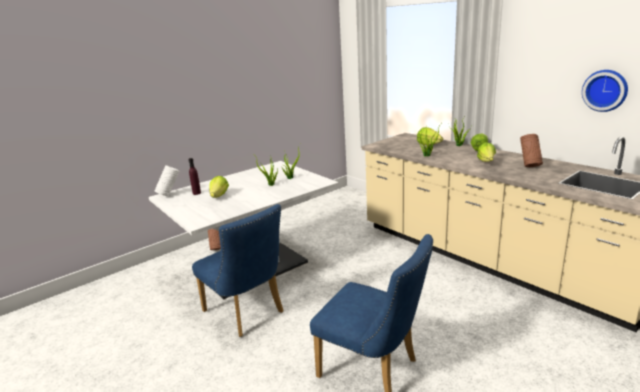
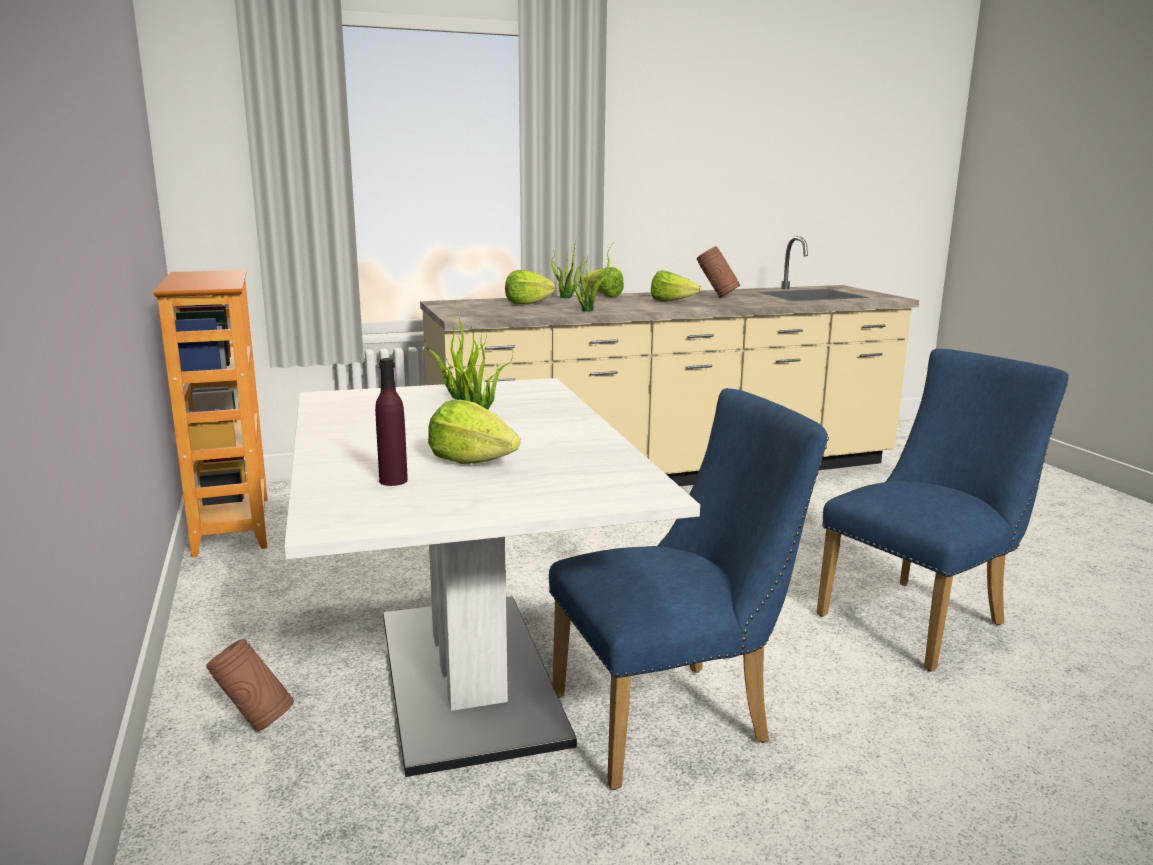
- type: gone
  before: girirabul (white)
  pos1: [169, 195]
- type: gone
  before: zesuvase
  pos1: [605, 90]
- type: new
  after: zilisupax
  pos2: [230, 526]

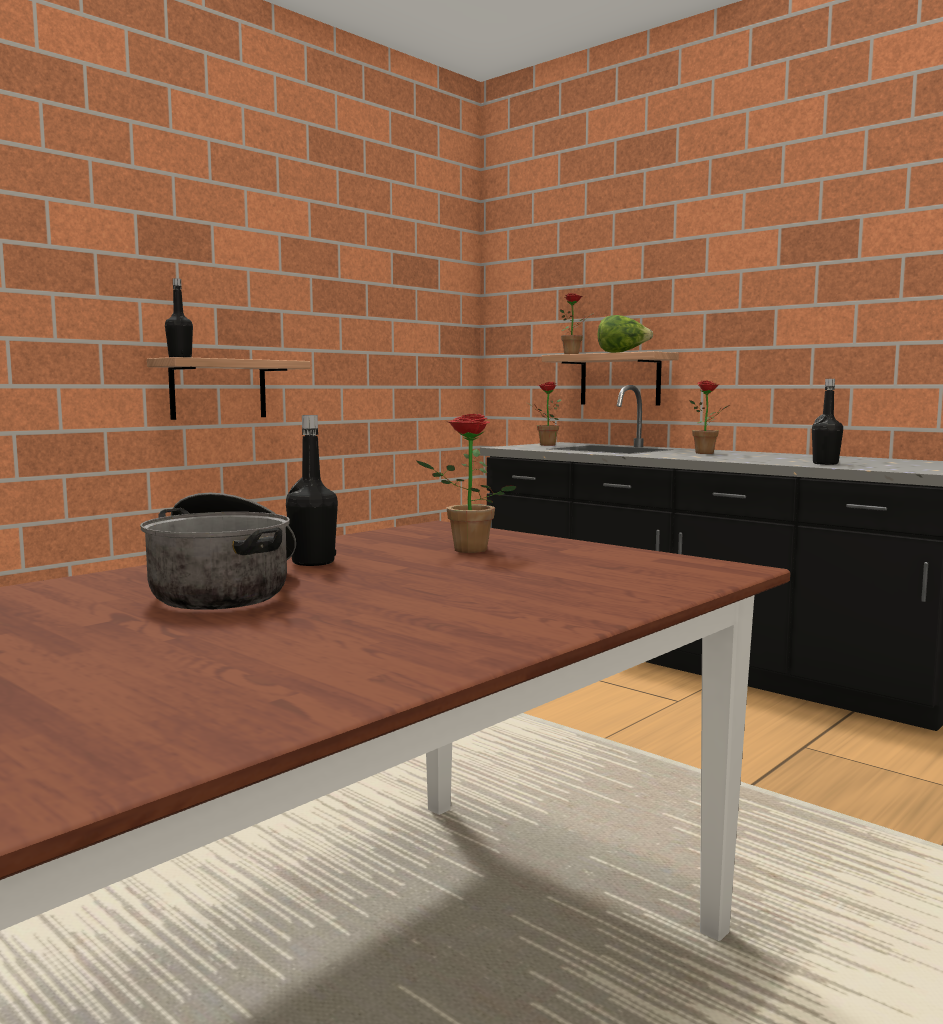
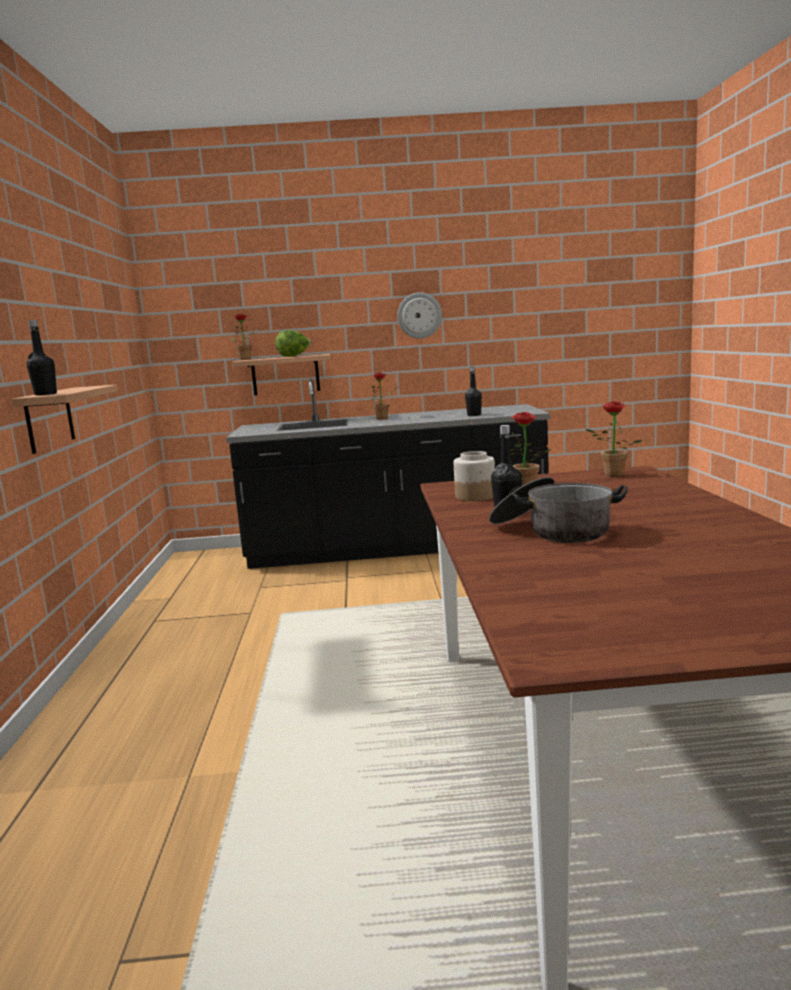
- type: shifted
  before: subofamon
  pos1: [544, 445]
  pos2: [611, 475]
- type: new
  after: zesuvase
  pos2: [419, 315]
- type: new
  after: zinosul
  pos2: [474, 496]

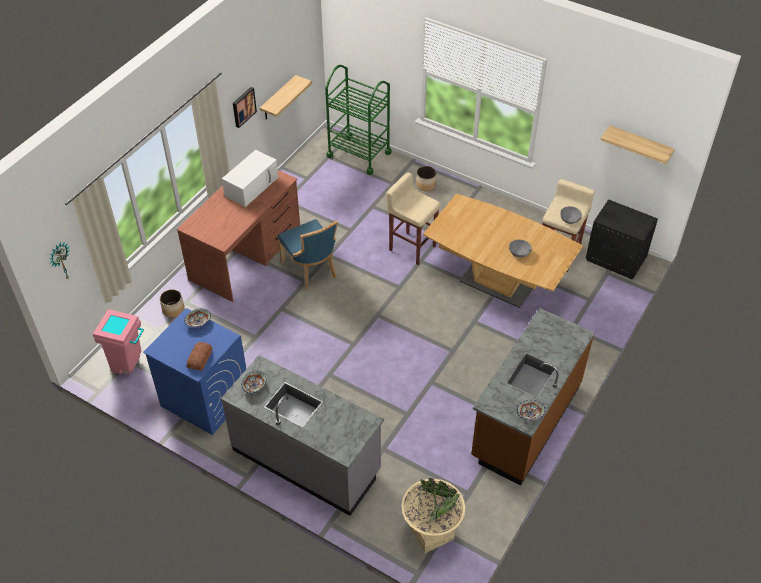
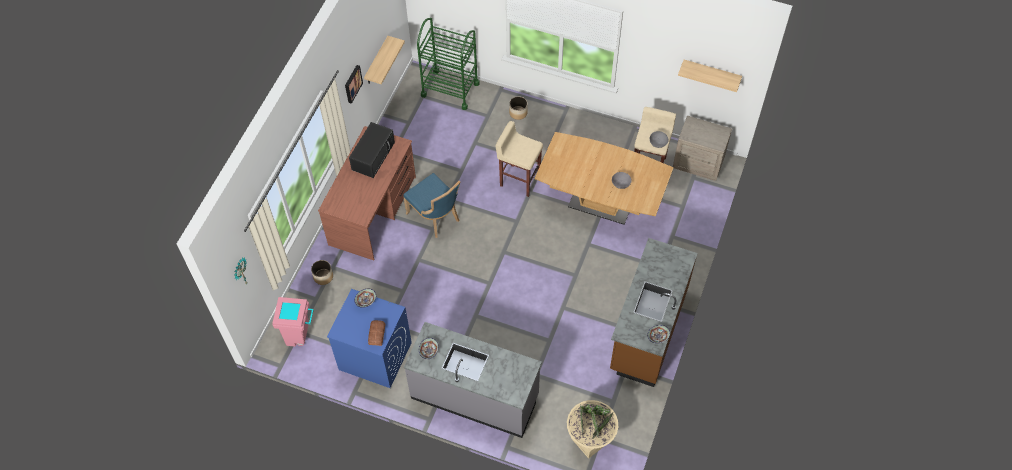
- type: repainted
  before: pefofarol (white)
  after: pefofarol (black)
  pos1: [252, 186]
  pos2: [373, 155]
- type: repainted
  before: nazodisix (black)
  after: nazodisix (beige)
  pos1: [615, 259]
  pos2: [698, 162]

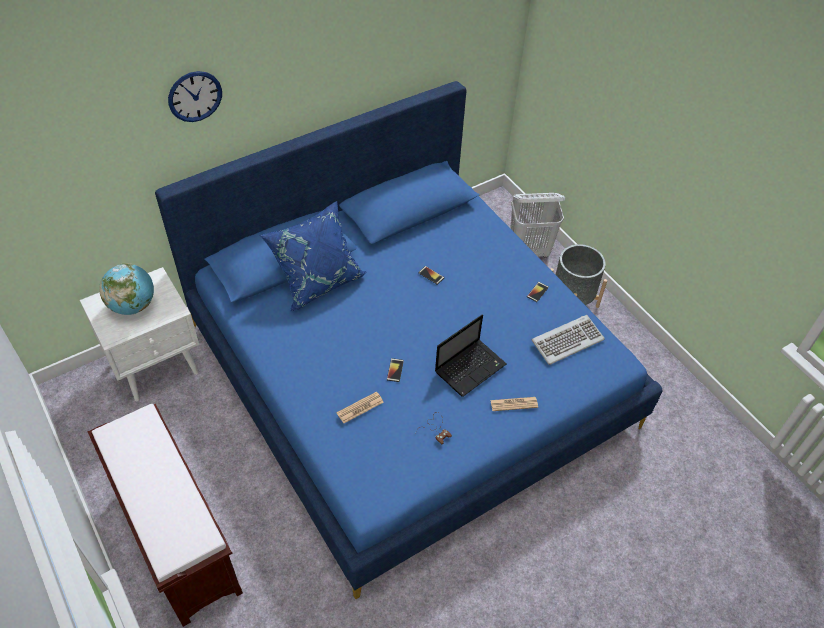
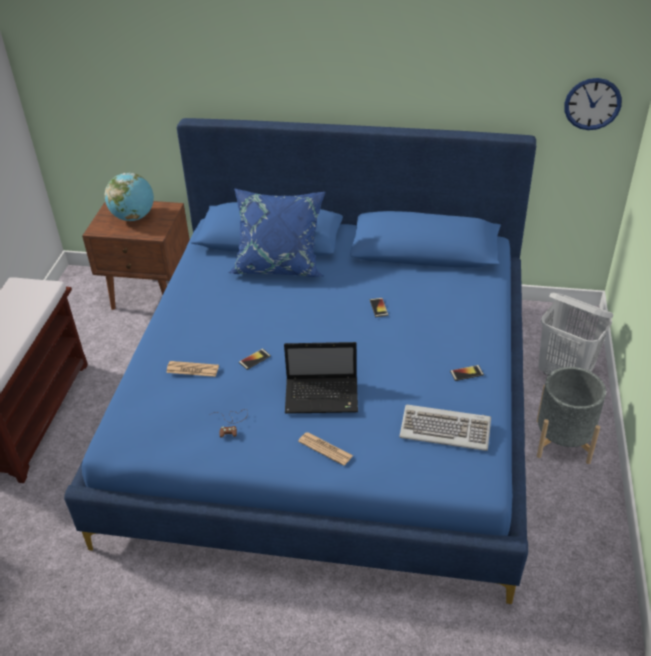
- type: repainted
  before: nazodisix (white)
  after: nazodisix (brown)
  pos1: [157, 365]
  pos2: [151, 294]
- type: shifted
  before: zesuvase
  pos1: [195, 96]
  pos2: [592, 104]

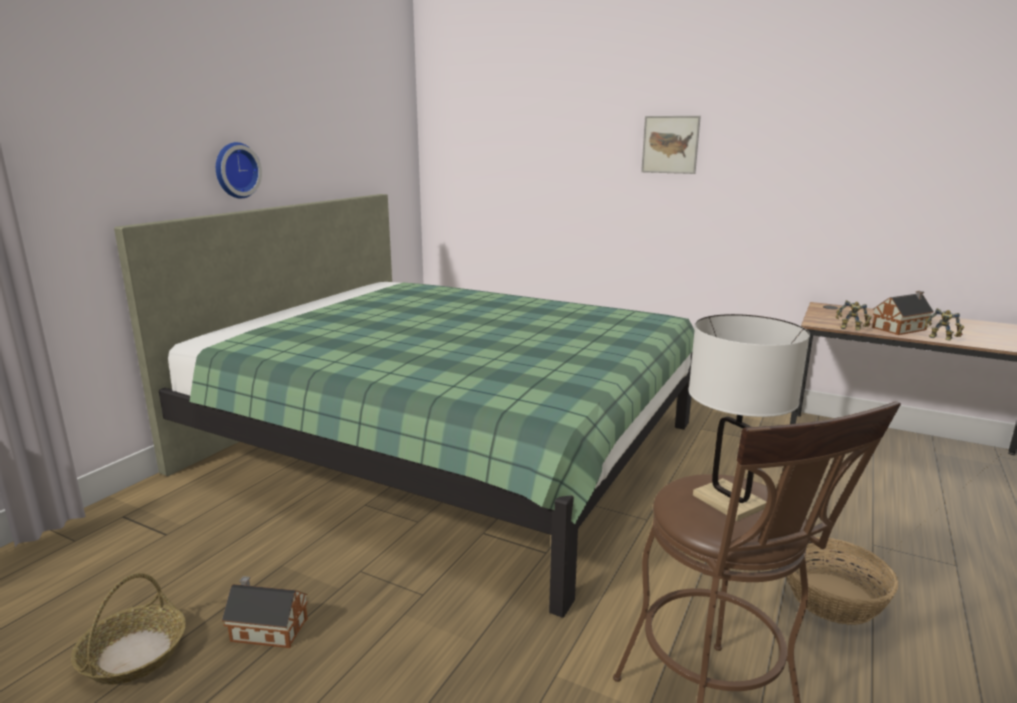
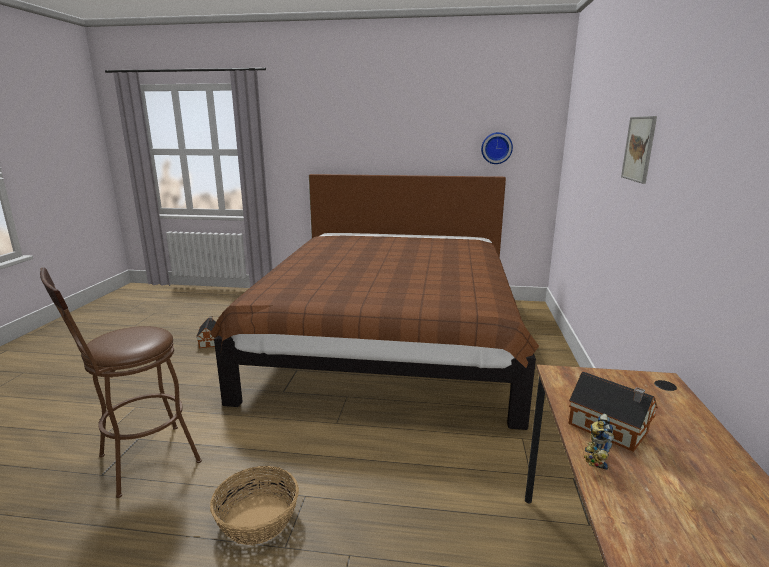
- type: gone
  before: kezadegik
  pos1: [134, 654]
- type: repainted
  before: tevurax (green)
  after: tevurax (brown)
  pos1: [447, 447]
  pos2: [389, 341]
- type: shifted
  before: zesuvase
  pos1: [235, 170]
  pos2: [496, 148]
- type: gone
  before: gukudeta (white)
  pos1: [728, 501]
- type: gone
  before: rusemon
  pos1: [851, 329]

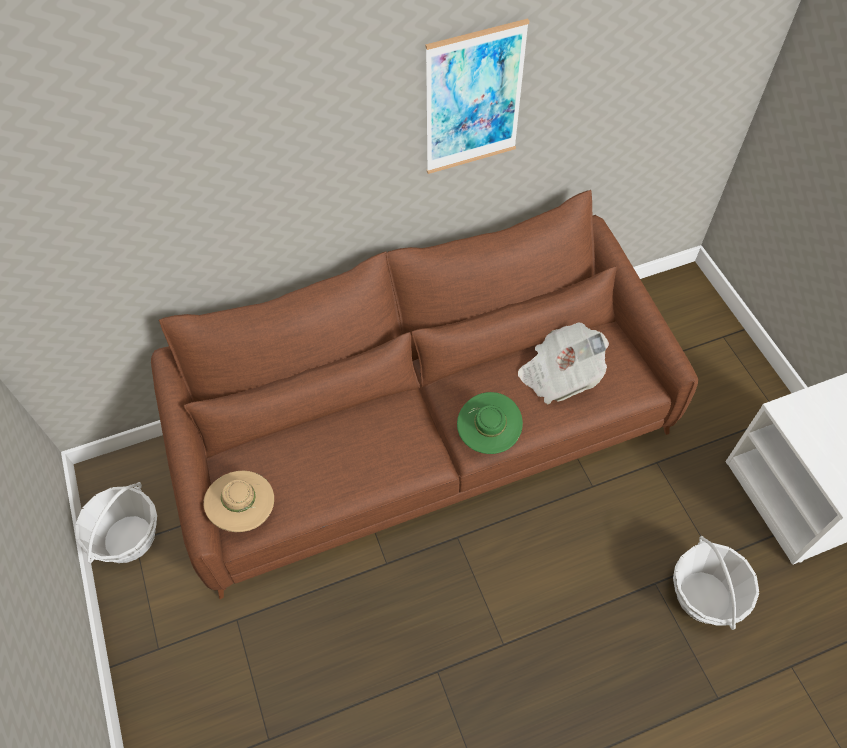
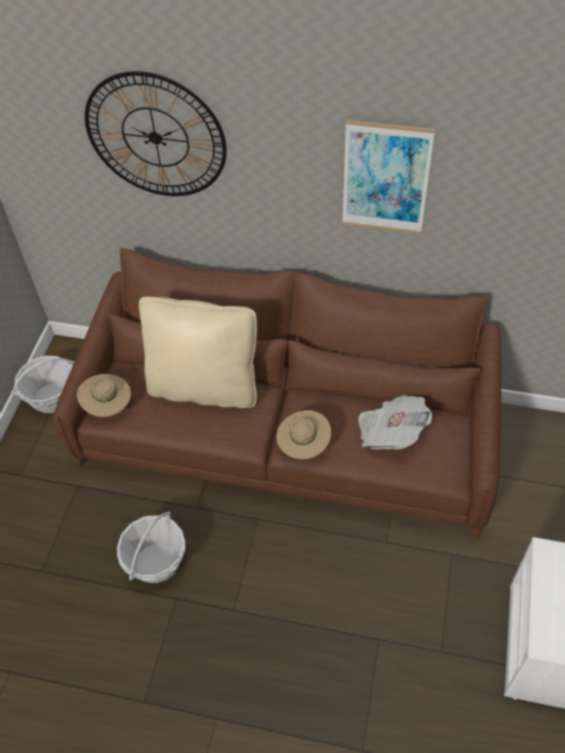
- type: repainted
  before: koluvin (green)
  after: koluvin (beige)
  pos1: [488, 435]
  pos2: [303, 446]
- type: shifted
  before: kezadegik
  pos1: [704, 596]
  pos2: [156, 562]
- type: new
  after: zesuvase
  pos2: [155, 137]
- type: new
  after: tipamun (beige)
  pos2: [205, 387]

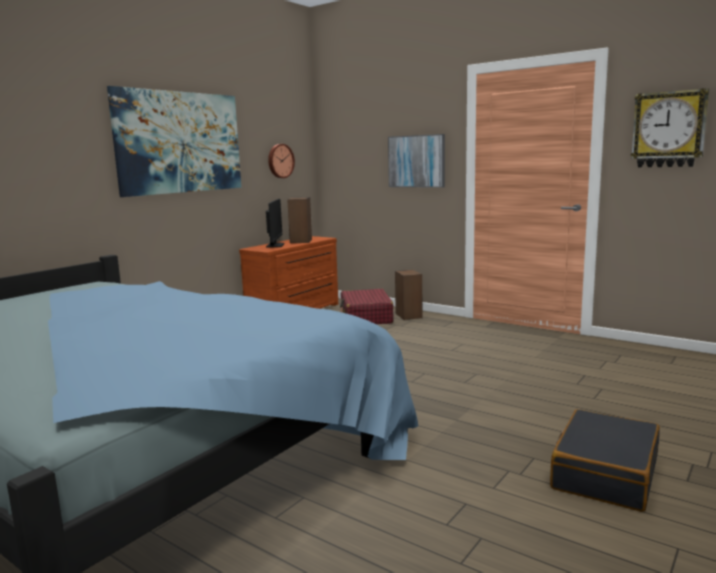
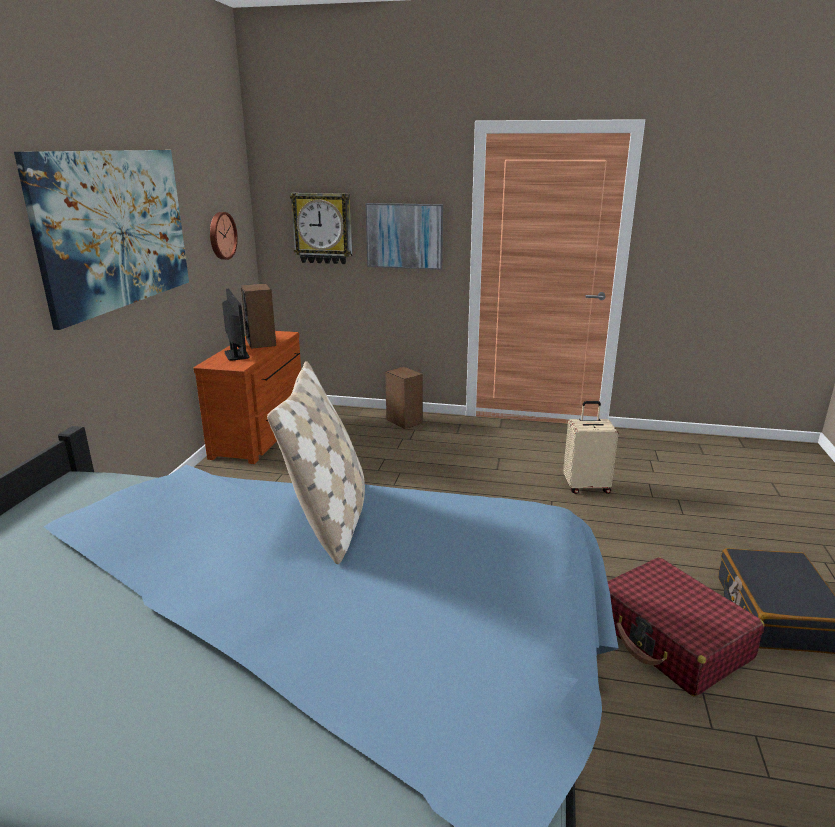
- type: shifted
  before: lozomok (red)
  pos1: [366, 317]
  pos2: [672, 639]
- type: shifted
  before: zesuvase
  pos1: [668, 129]
  pos2: [323, 228]
- type: new
  after: tipamun (beige)
  pos2: [329, 519]
- type: new
  after: lozomok (beige)
  pos2: [586, 486]

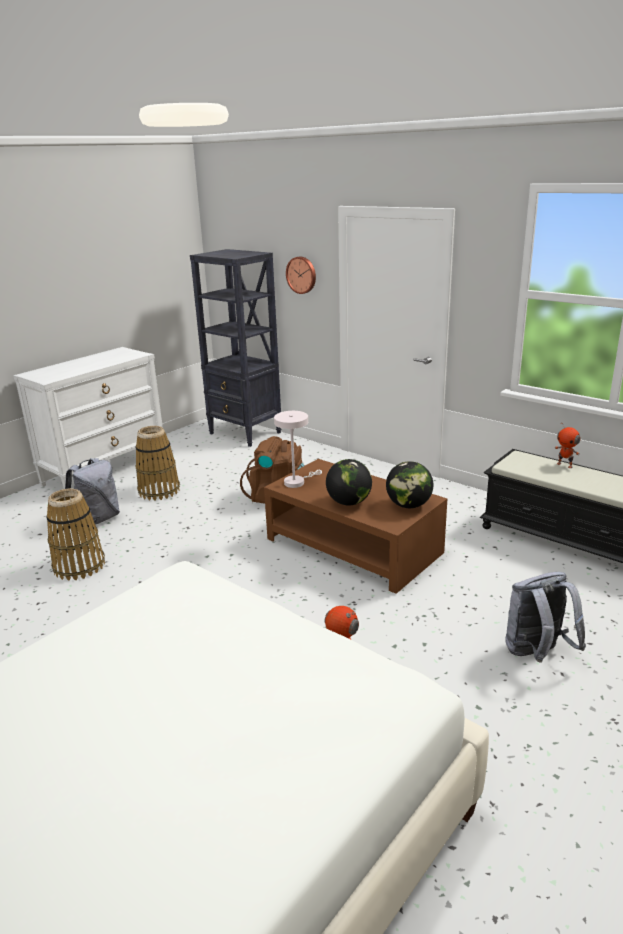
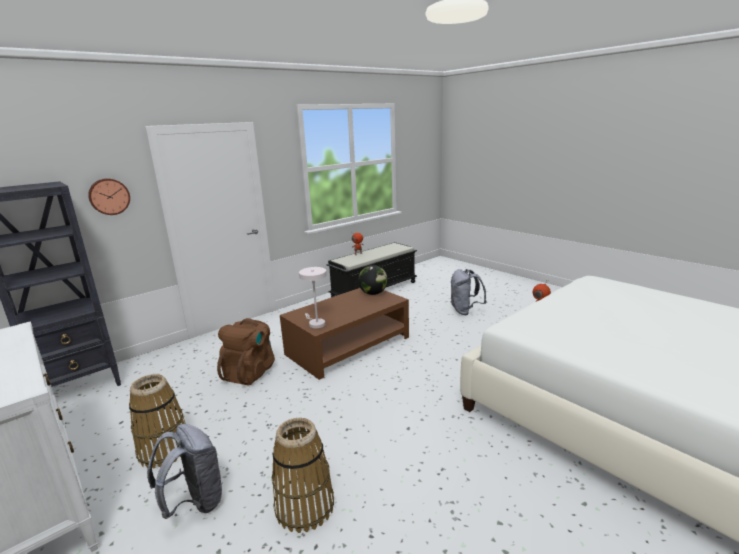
- type: gone
  before: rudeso
  pos1: [349, 502]

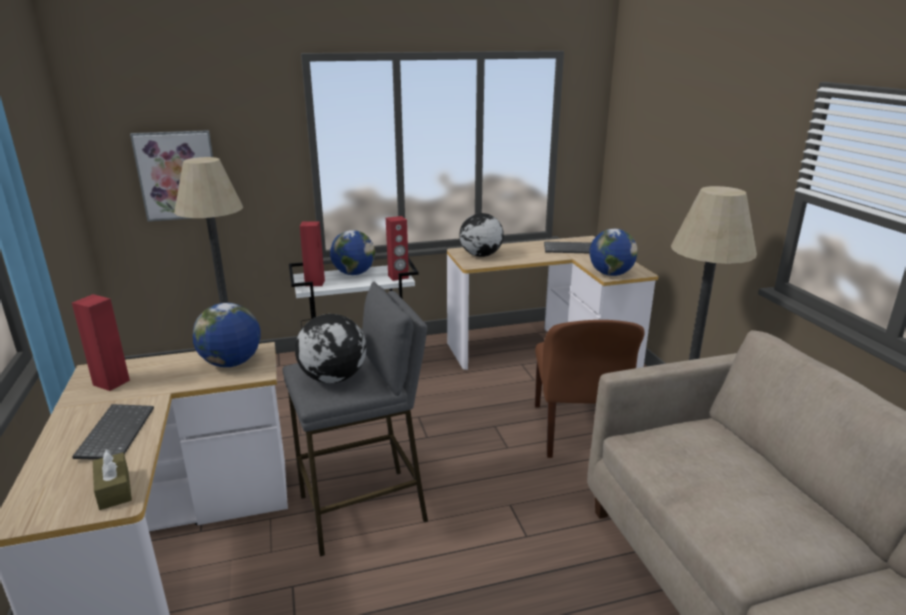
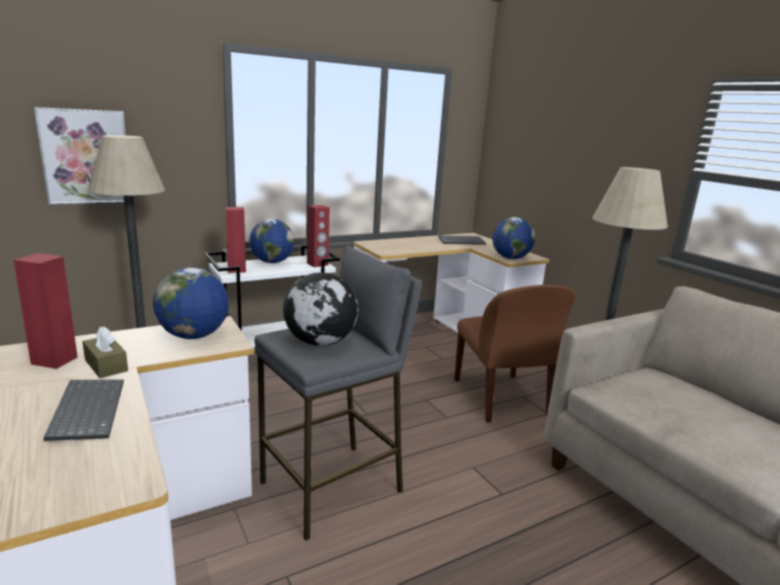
- type: shifted
  before: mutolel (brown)
  pos1: [114, 489]
  pos2: [106, 365]
- type: gone
  before: rudeso
  pos1: [480, 255]

